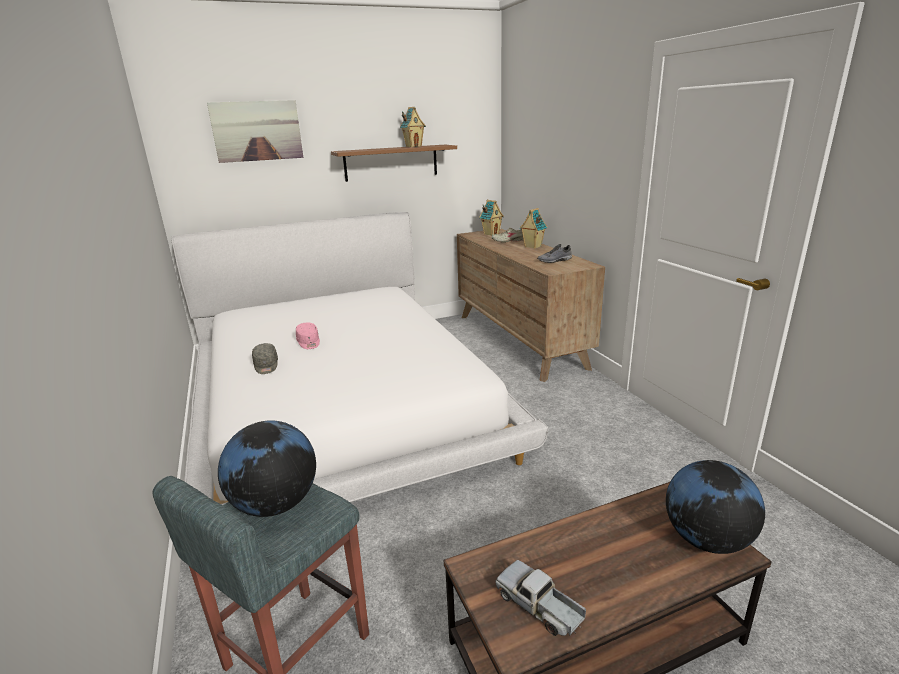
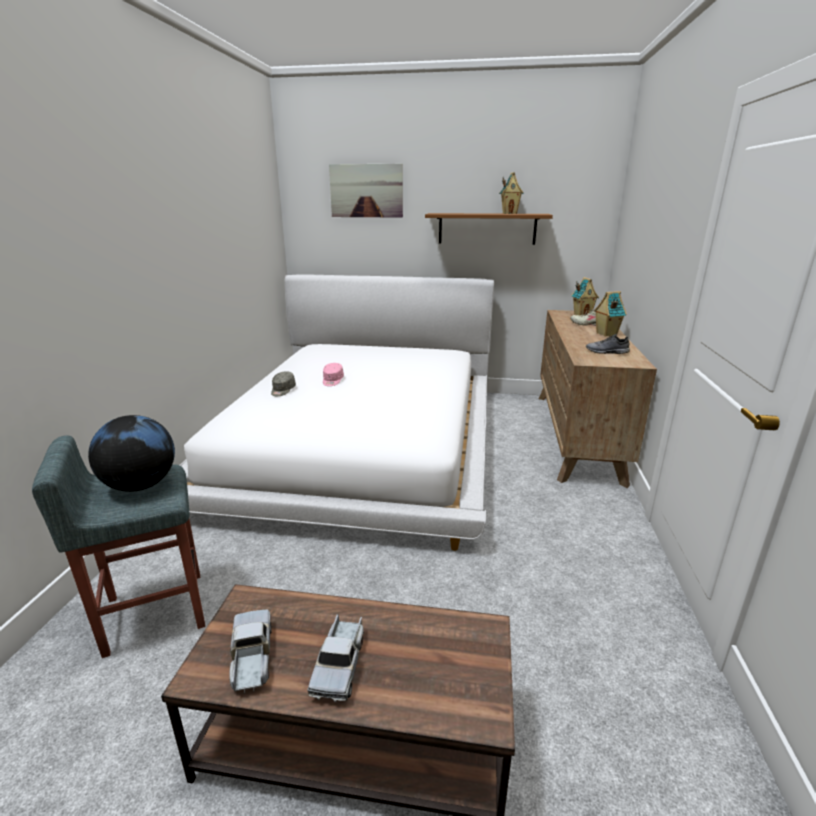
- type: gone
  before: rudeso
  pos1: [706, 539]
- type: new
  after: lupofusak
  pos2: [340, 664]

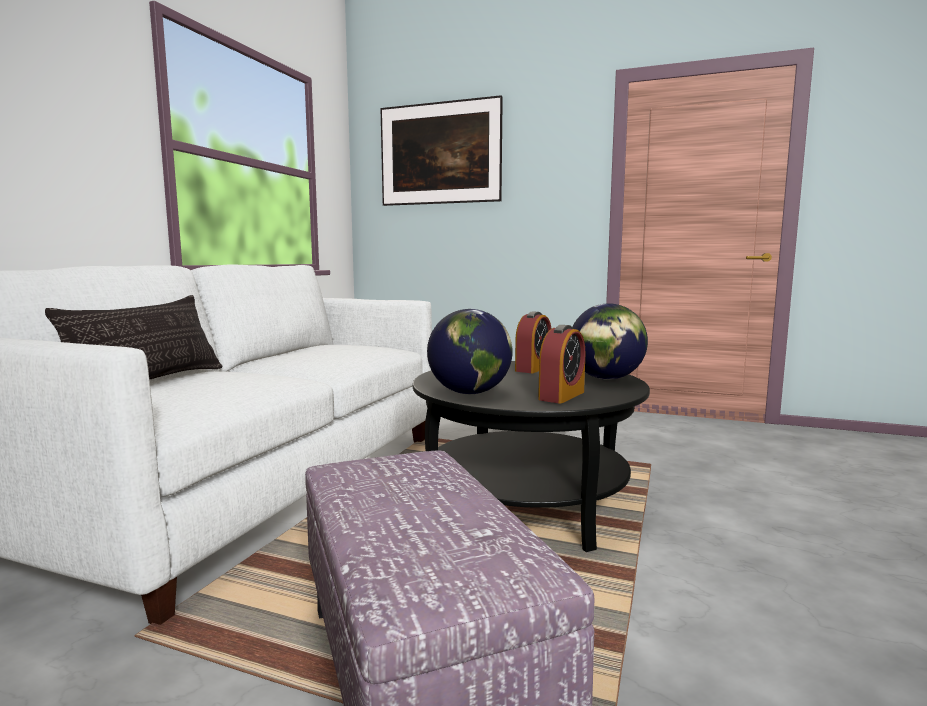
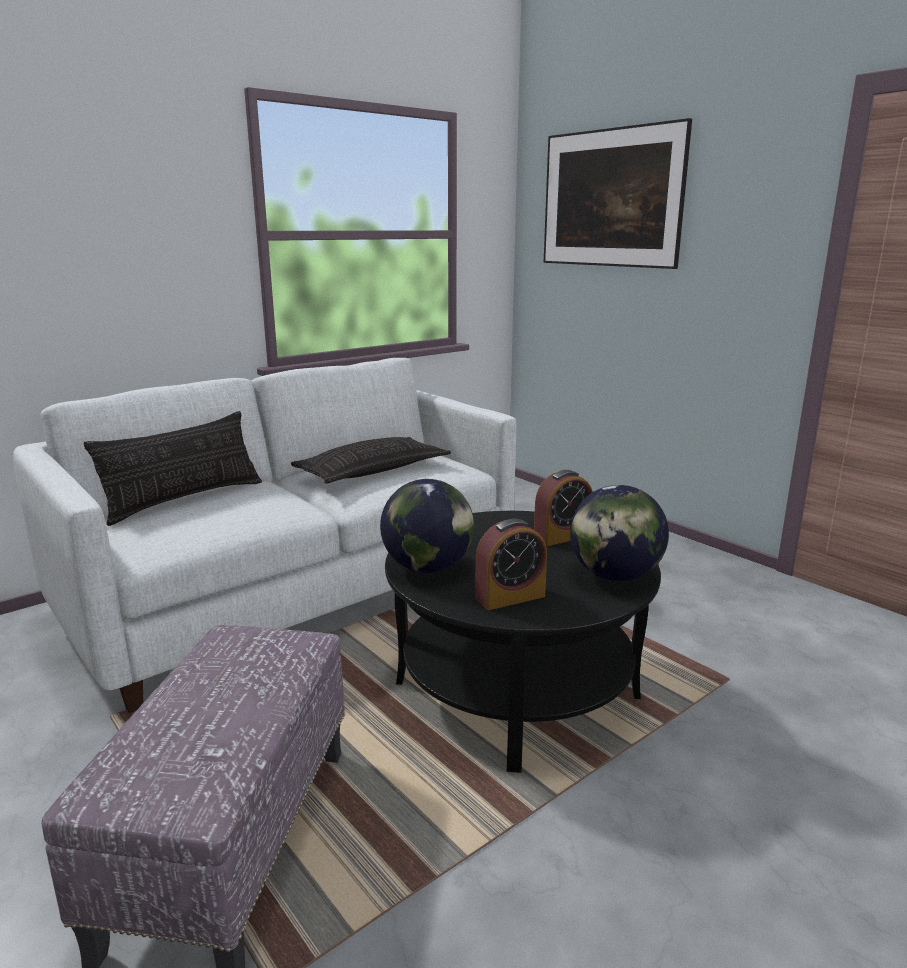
- type: new
  after: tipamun
  pos2: [372, 470]

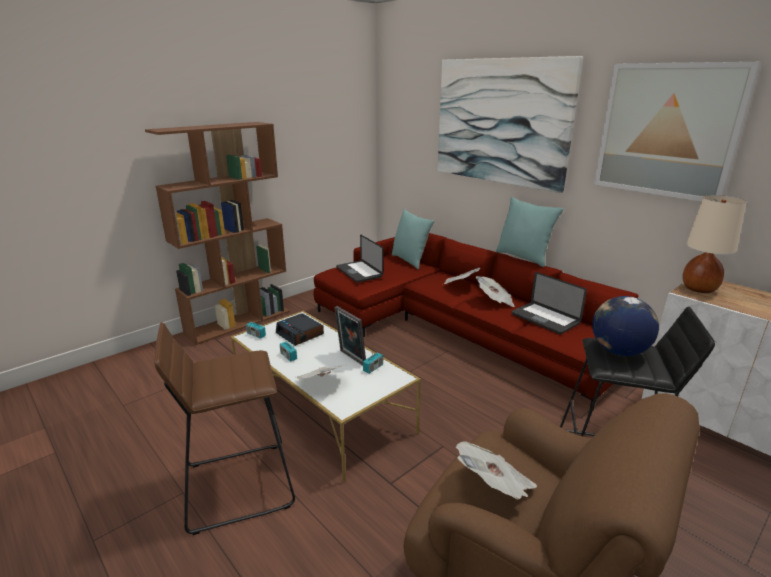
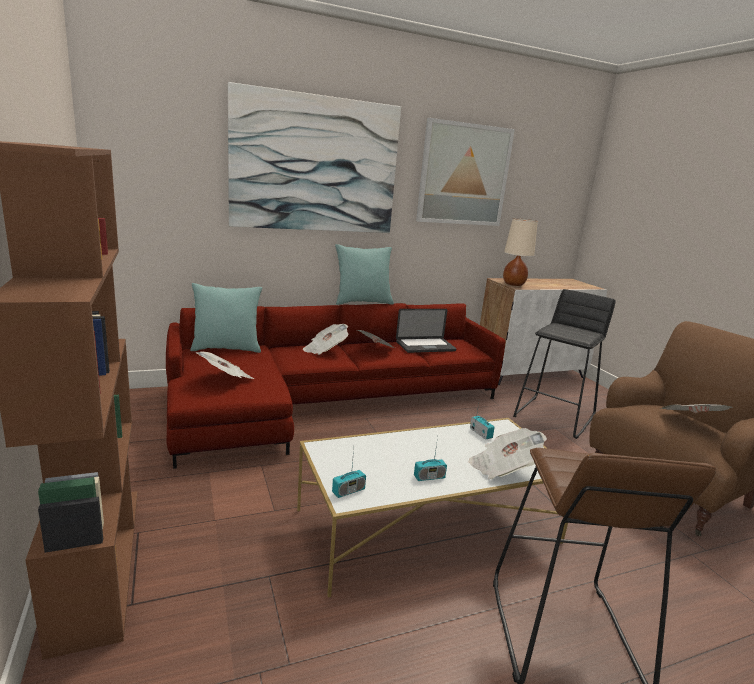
- type: gone
  before: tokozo
  pos1: [300, 334]
- type: gone
  before: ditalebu
  pos1: [351, 358]
- type: swapped
  before: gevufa
  after: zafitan
  pos1: [359, 272]
  pos2: [226, 379]
- type: gone
  before: rudeso
  pos1: [618, 351]

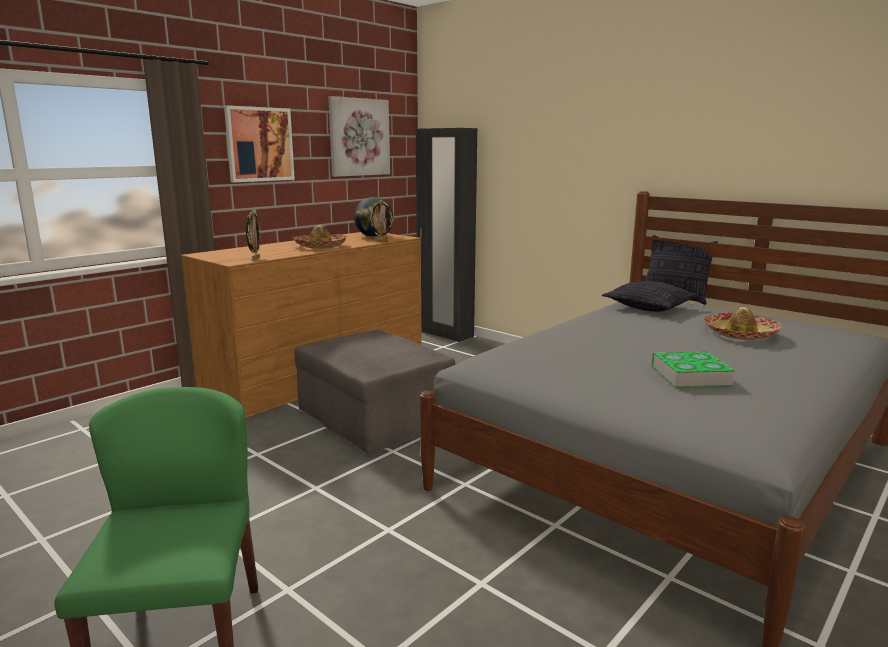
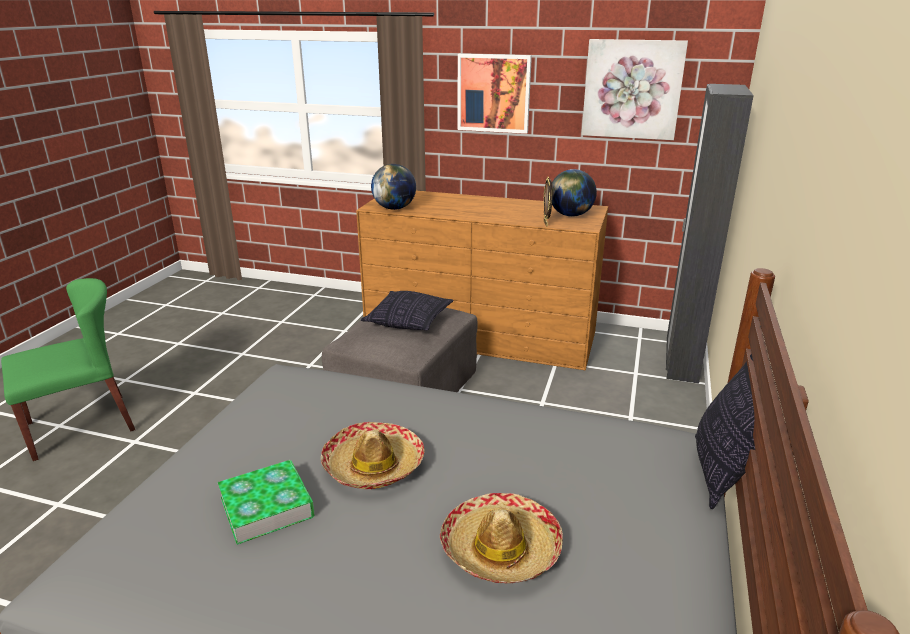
- type: swapped
  before: ditalebu
  after: rudeso
  pos1: [255, 258]
  pos2: [394, 208]
- type: shifted
  before: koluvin
  pos1: [321, 246]
  pos2: [374, 465]
- type: shifted
  before: tipamun
  pos1: [649, 307]
  pos2: [408, 321]

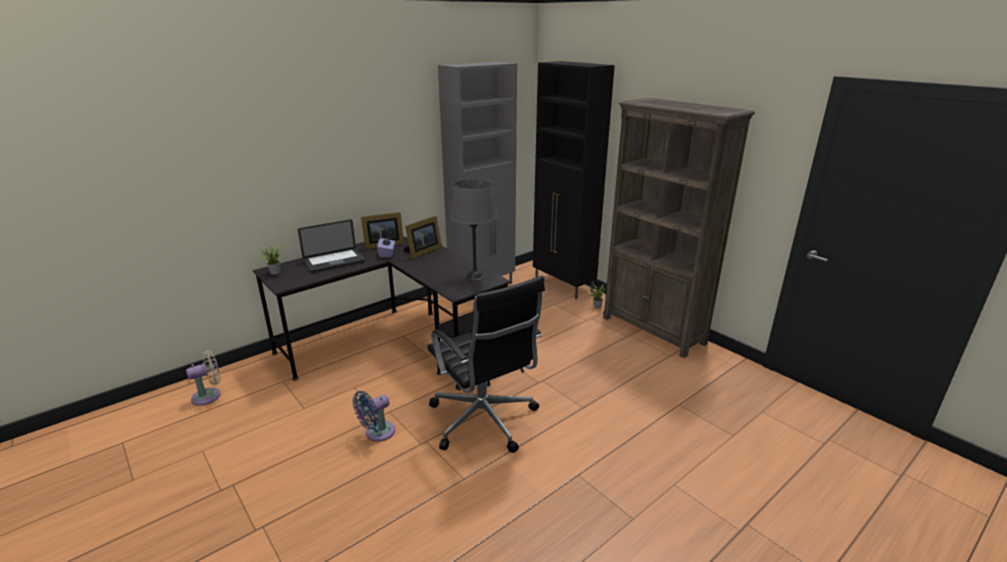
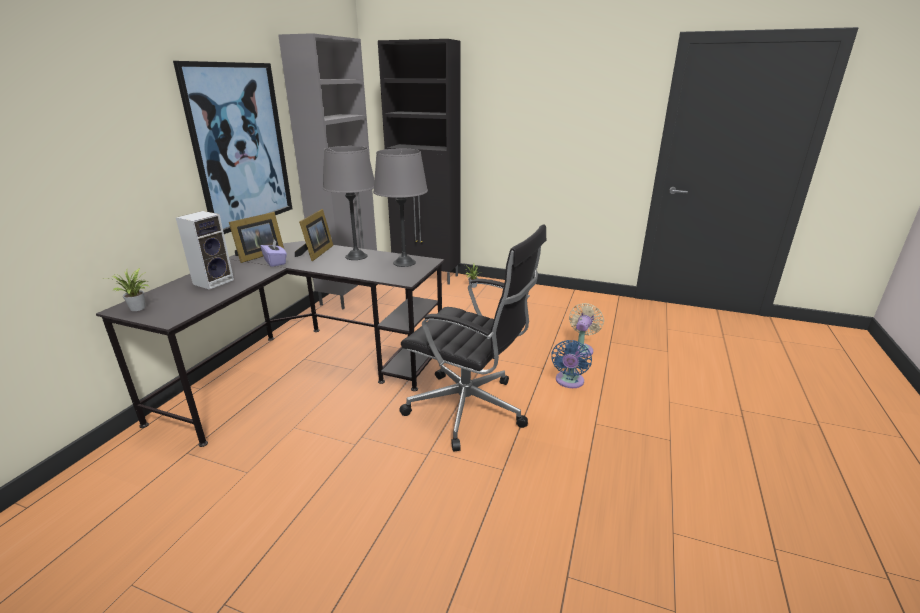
- type: shifted
  before: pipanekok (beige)
  pos1: [209, 396]
  pos2: [581, 349]
- type: swapped
  before: gevufa
  after: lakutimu
  pos1: [334, 261]
  pos2: [214, 281]
- type: shifted
  before: pipanekok (blue)
  pos1: [377, 433]
  pos2: [569, 382]
- type: gone
  before: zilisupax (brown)
  pos1: [653, 330]
- type: new
  after: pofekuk
  pos2: [240, 147]
- type: new
  after: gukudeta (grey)
  pos2: [356, 256]

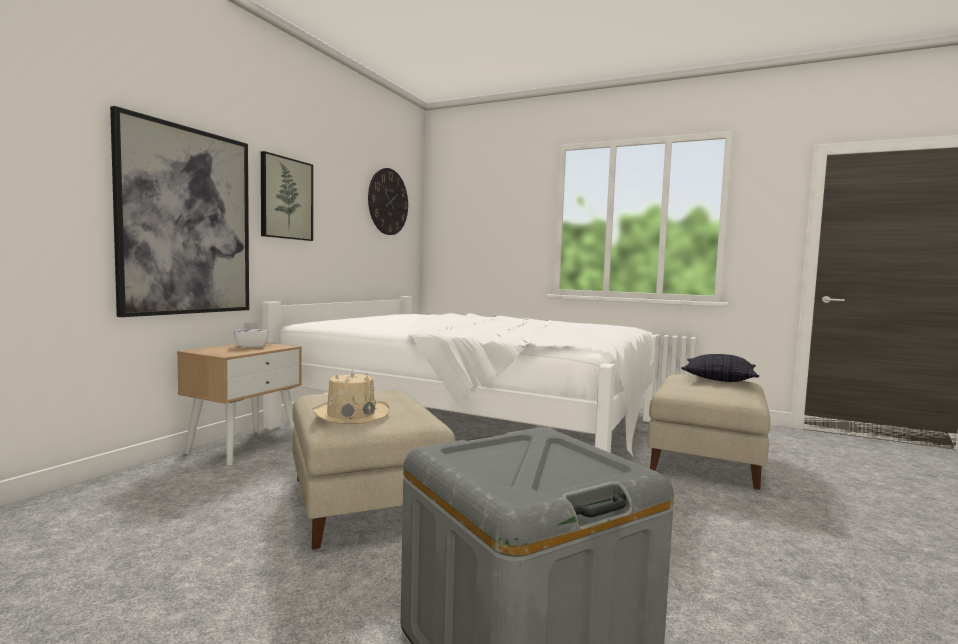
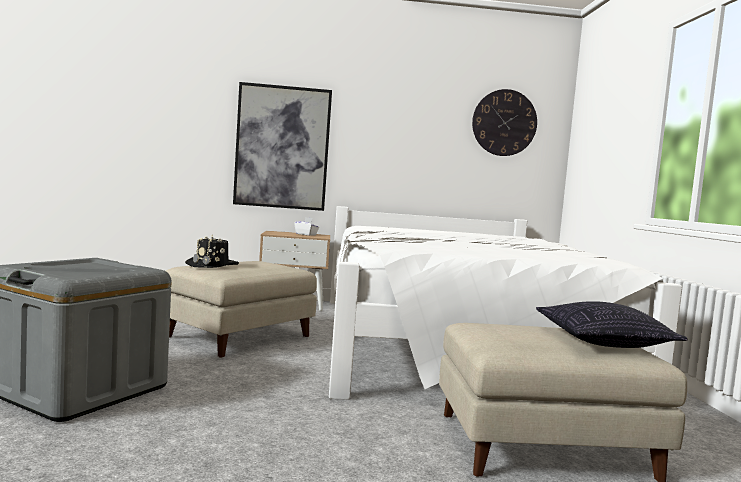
- type: gone
  before: pofekuk
  pos1: [286, 198]
- type: repainted
  before: koluvin (beige)
  after: koluvin (black)
  pos1: [351, 414]
  pos2: [212, 265]

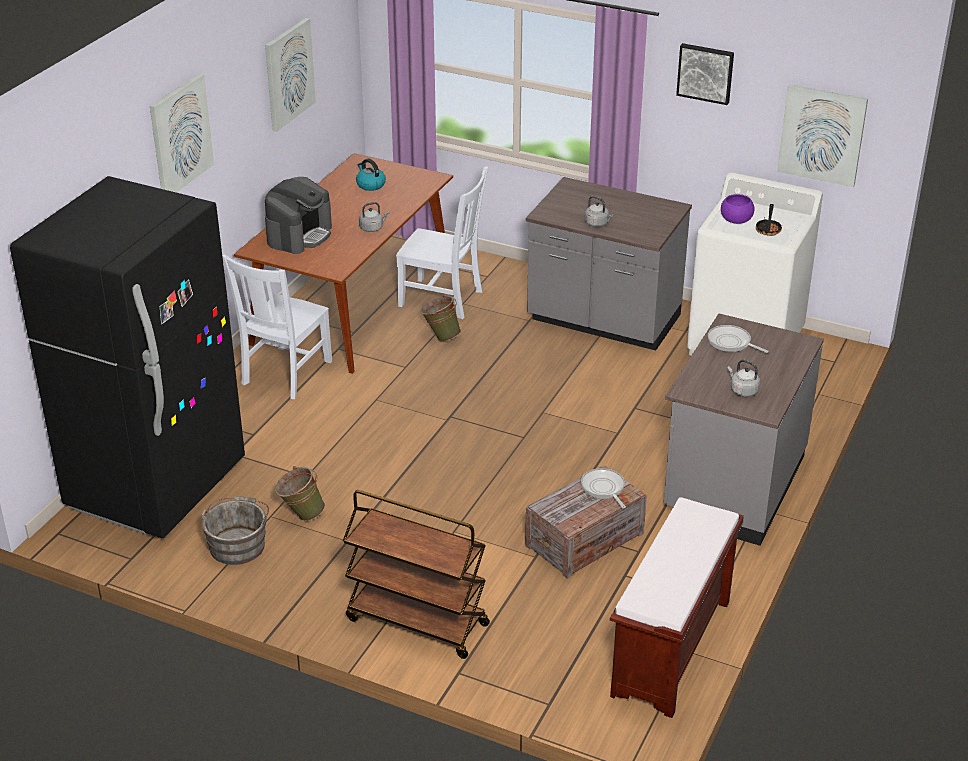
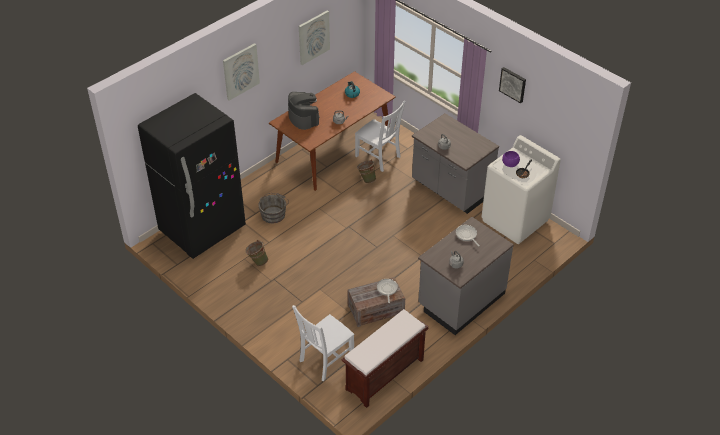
- type: shifted
  before: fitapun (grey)
  pos1: [238, 544]
  pos2: [274, 214]
- type: shifted
  before: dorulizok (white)
  pos1: [285, 374]
  pos2: [325, 360]
- type: rotated
  before: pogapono
  pos1: [299, 235]
  pos2: [303, 118]
  turn: -75
- type: gone
  before: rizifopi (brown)
  pos1: [416, 622]
- type: gone
  before: pofekuk
  pos1: [822, 134]

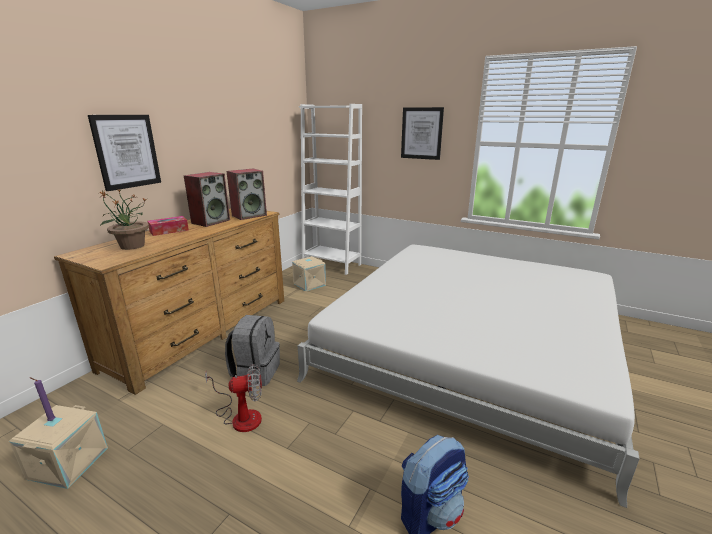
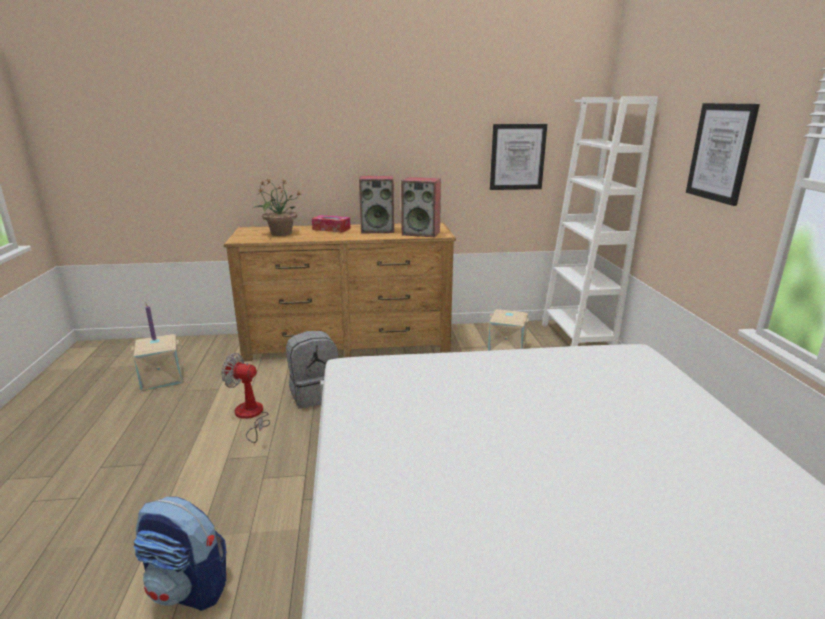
- type: shifted
  before: pofekuk
  pos1: [126, 151]
  pos2: [517, 157]
- type: rotated
  before: pipanekok
  pos1: [240, 416]
  pos2: [250, 416]
  turn: 150

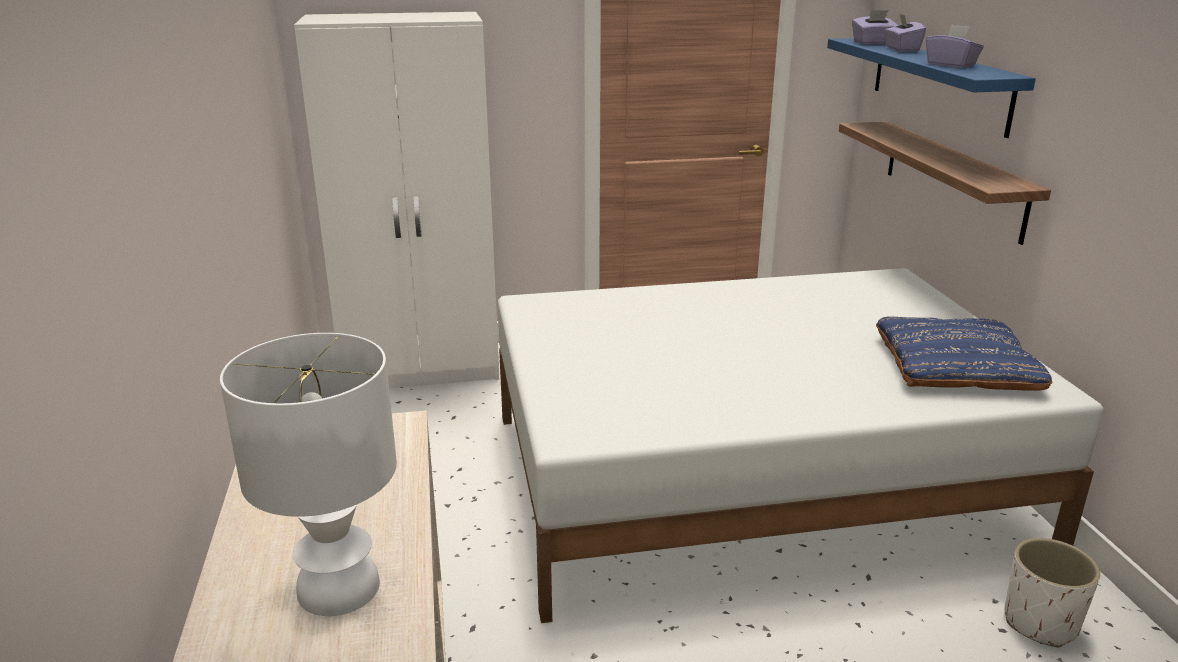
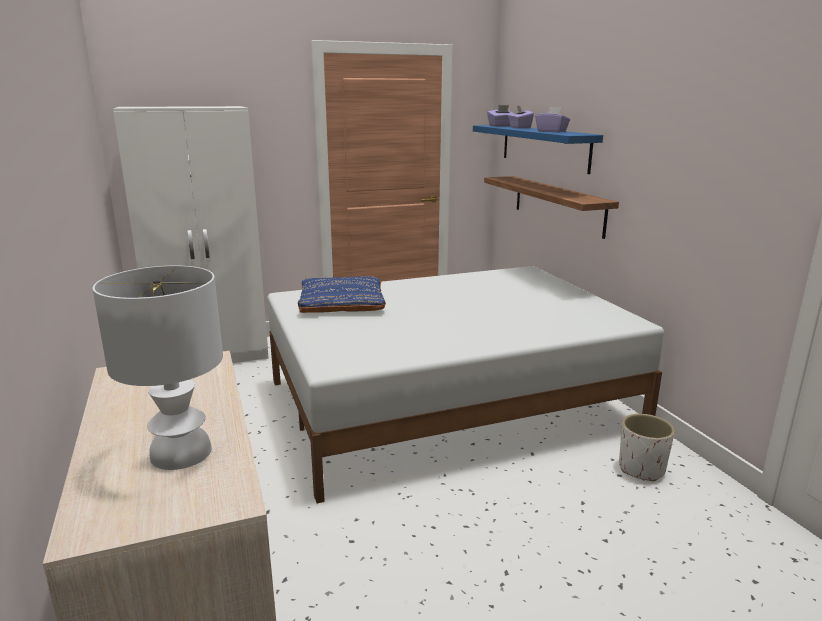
- type: shifted
  before: tipamun (blue)
  pos1: [955, 365]
  pos2: [342, 302]

